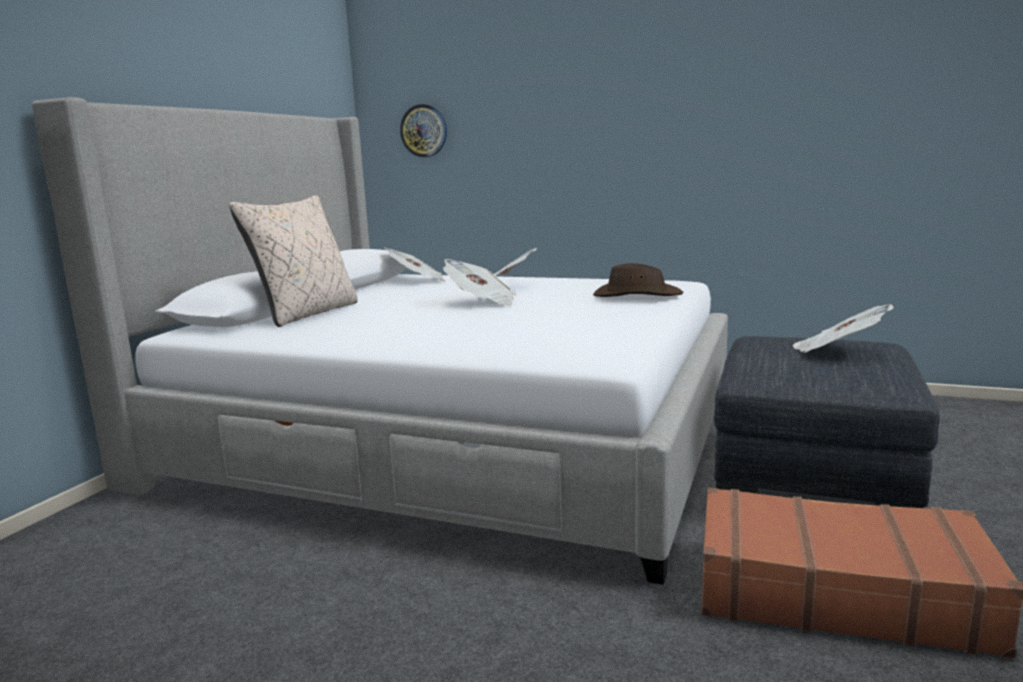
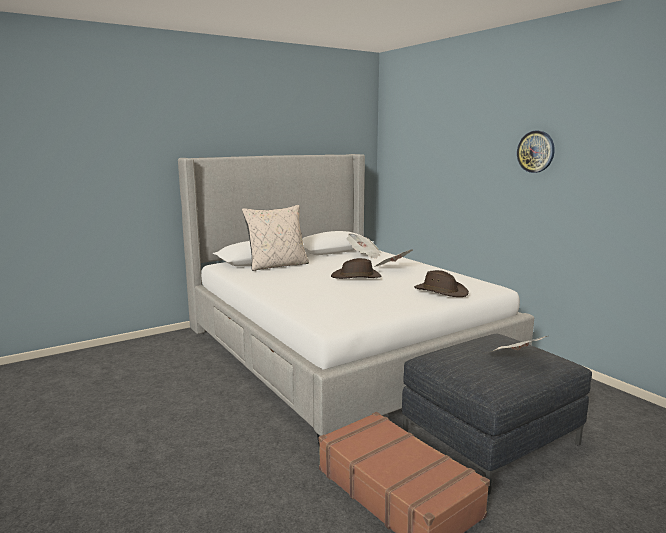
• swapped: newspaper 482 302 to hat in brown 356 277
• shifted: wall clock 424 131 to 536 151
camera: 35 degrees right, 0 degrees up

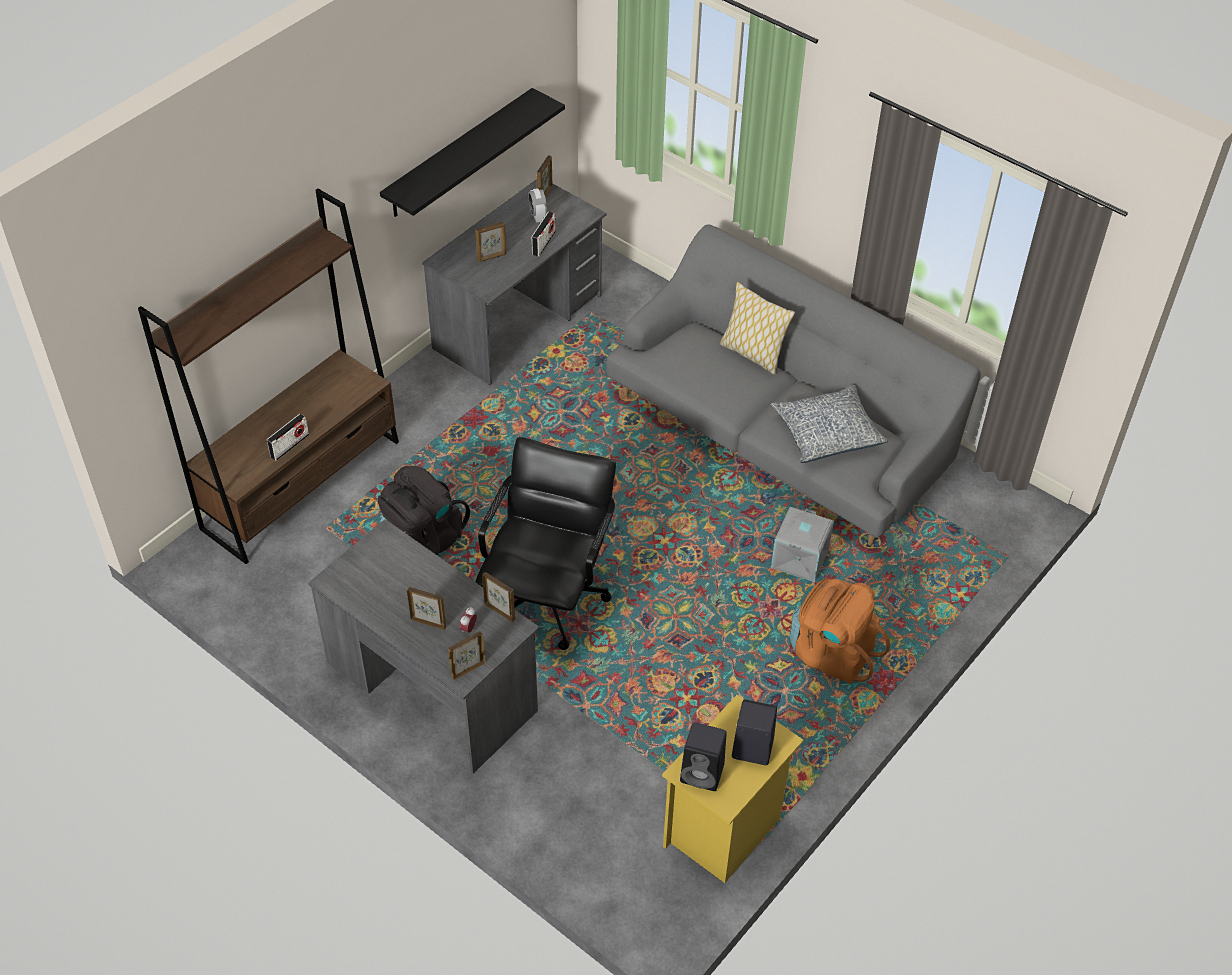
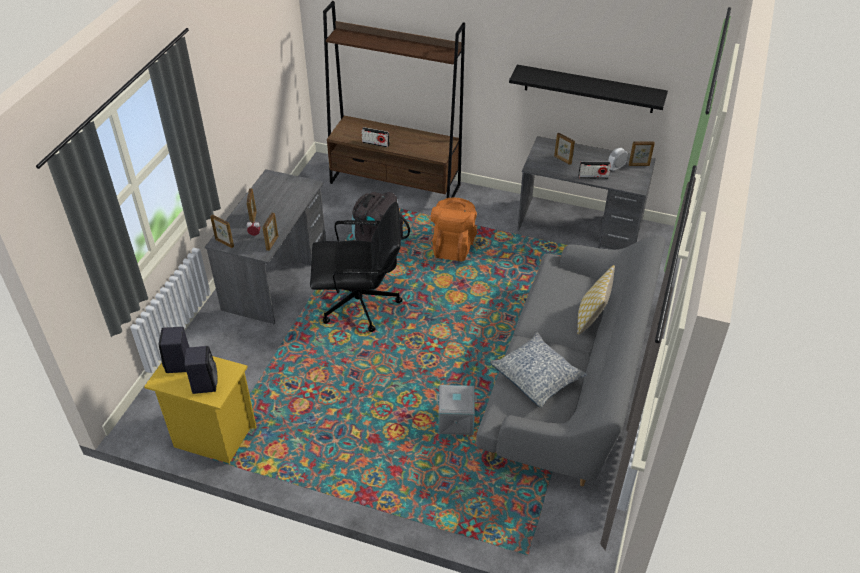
• shifted: backpack in orange 831 653 to 453 246
camera: 70 degrees right, 5 degrees down

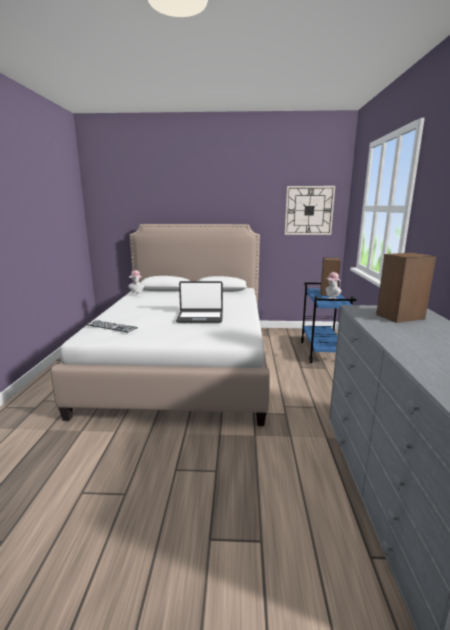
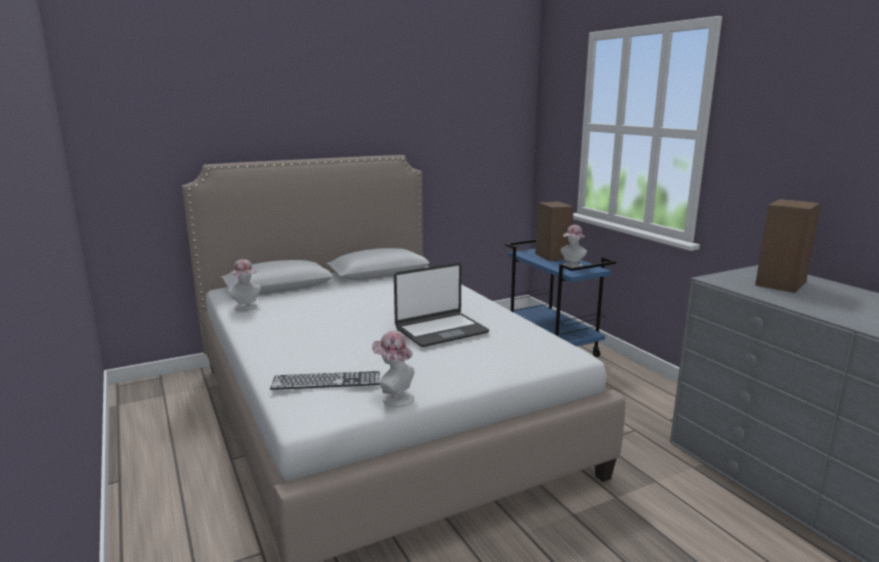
• new: hat 394 398
• gone: wall clock 309 210
camera: 30 degrees left, 0 degrees up

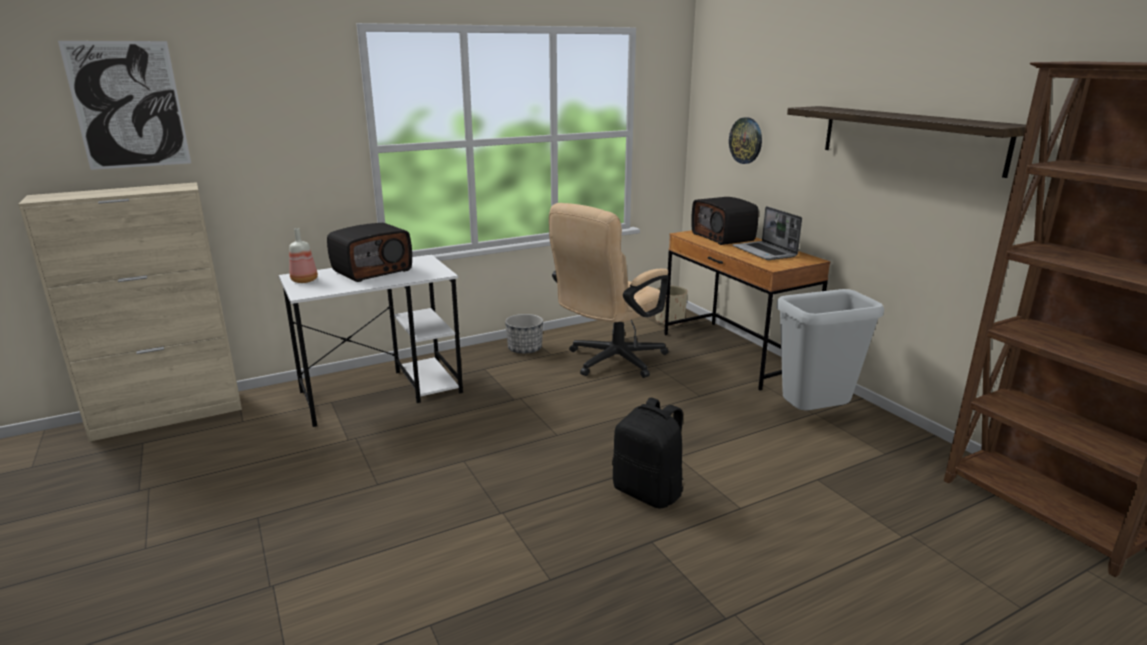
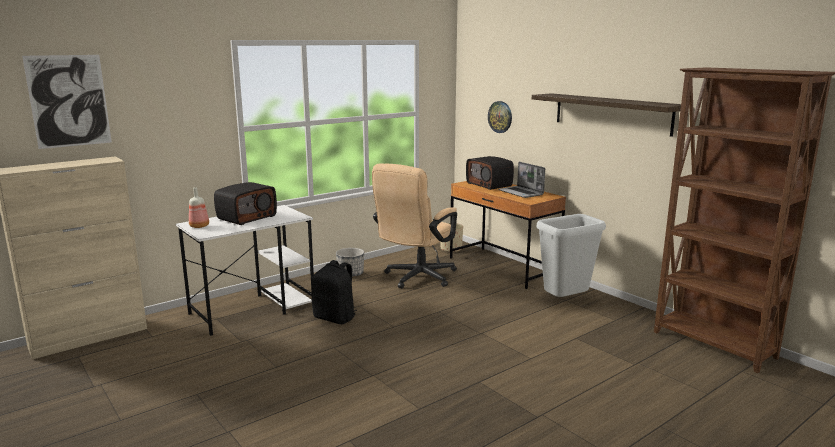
• shifted: backpack in black 649 492 to 335 318
camera: 10 degrees left, 5 degrees down

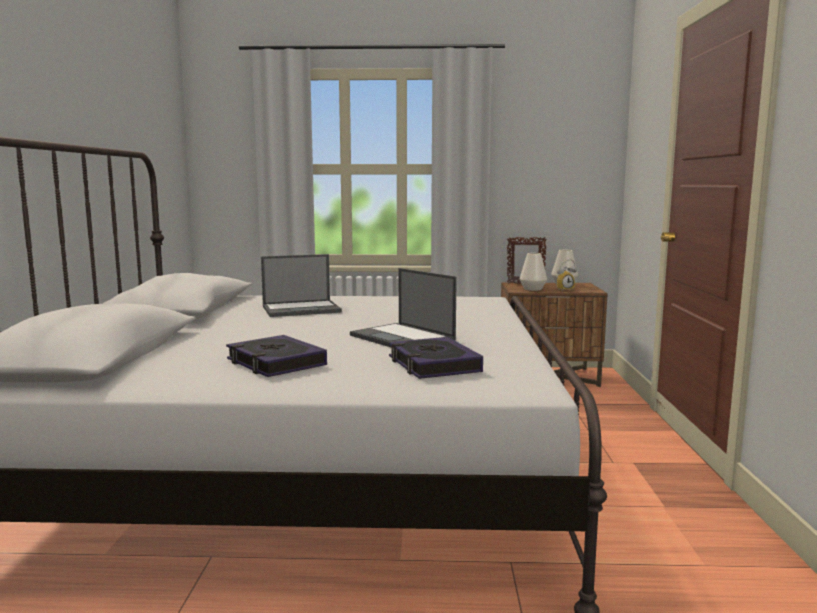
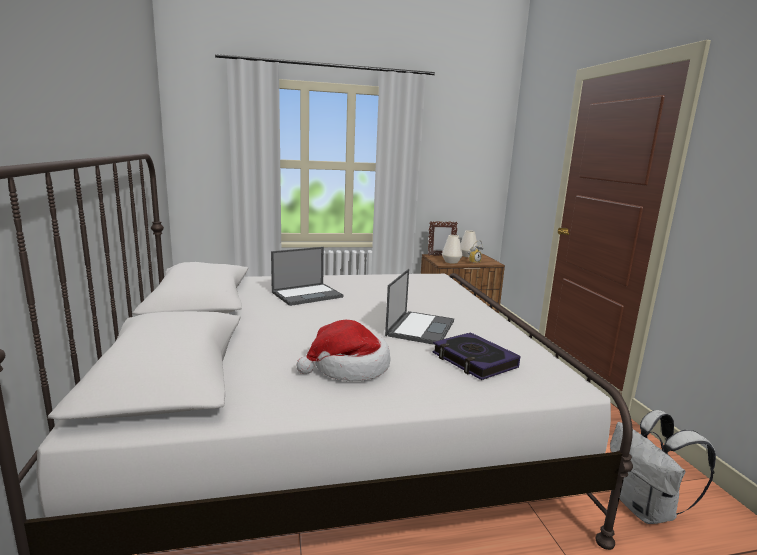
• swapped: book 275 363 to hat 349 367
• rotated: laptop 403 338 = 420 328 105 degrees counterclockwise
• new: backpack in white 646 509
camera: 15 degrees left, 5 degrees up

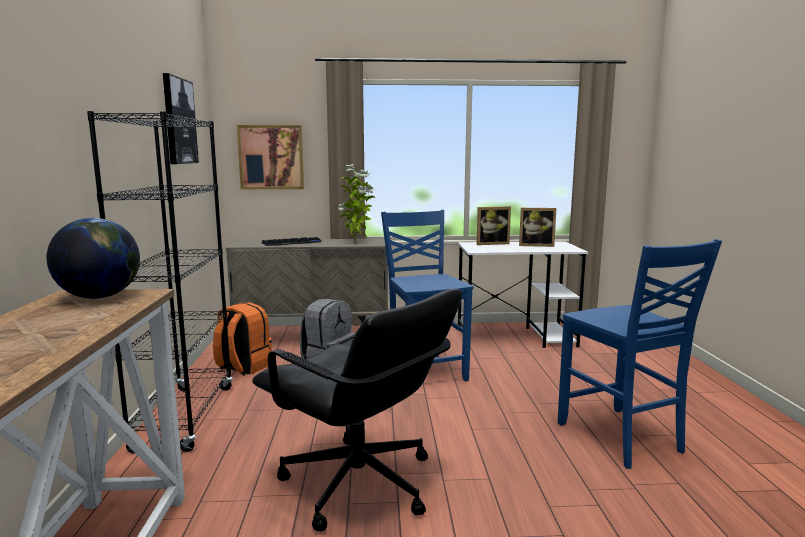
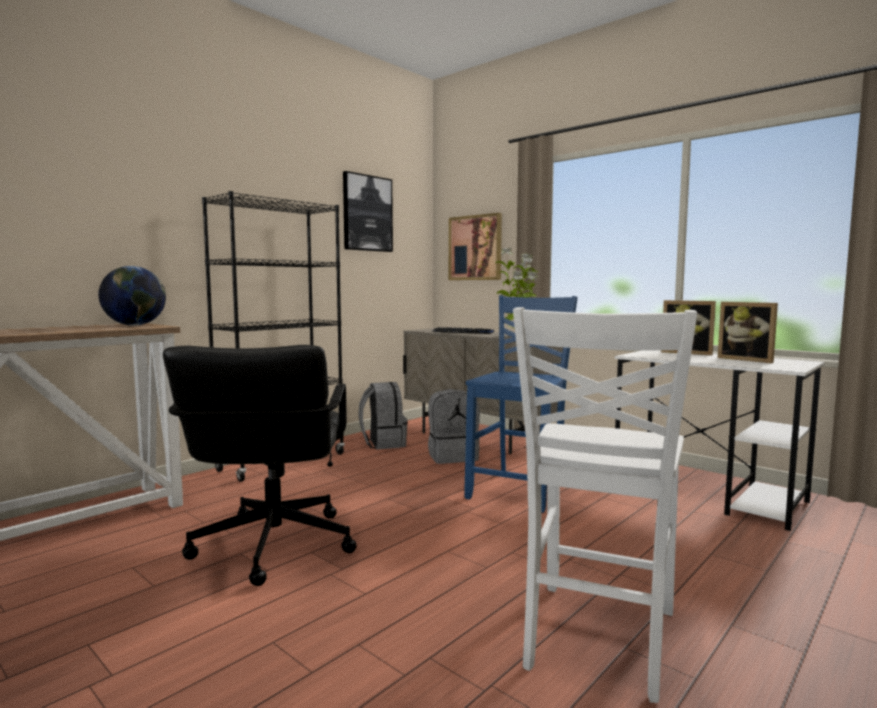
• repainted: backpack in orange 243 367 to backpack in grey 383 443
• repainted: chair in blue 621 438 to chair in white 597 639
camera: 45 degrees right, 5 degrees down

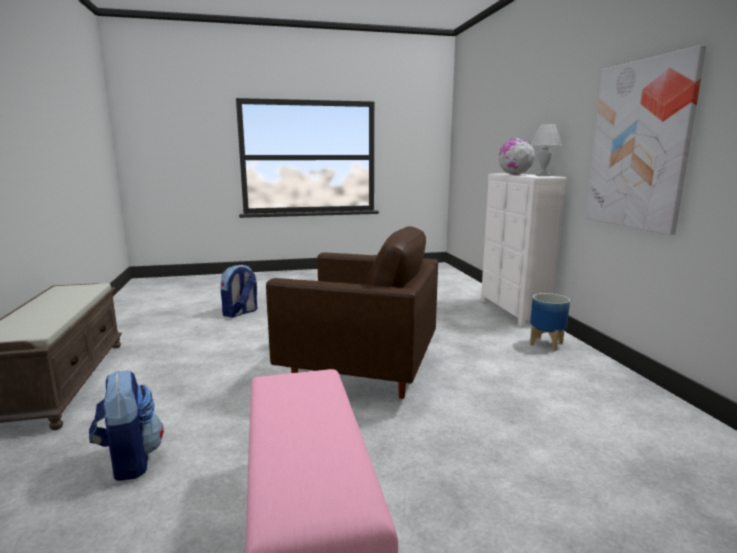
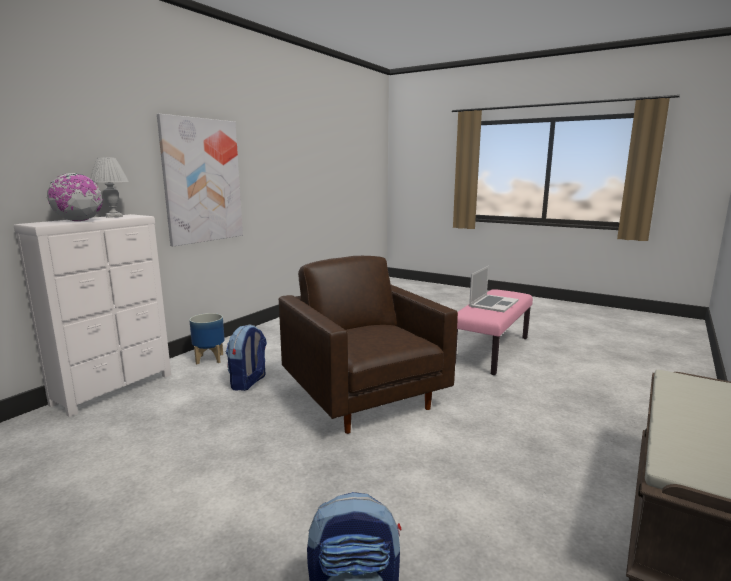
• shifted: backpack 130 460 to 248 382
• new: laptop 493 303
camera: 135 degrees left, 0 degrees up

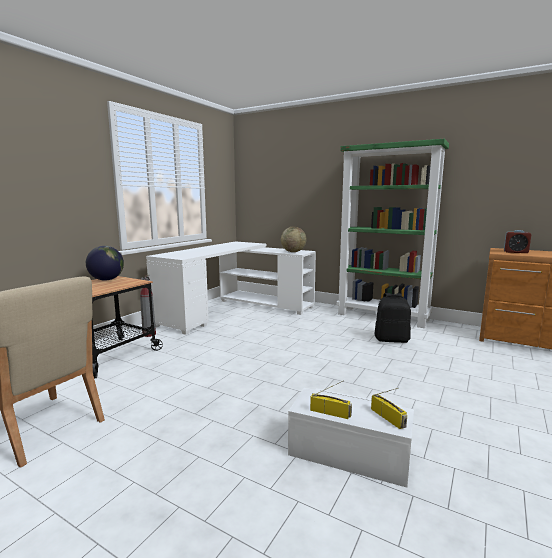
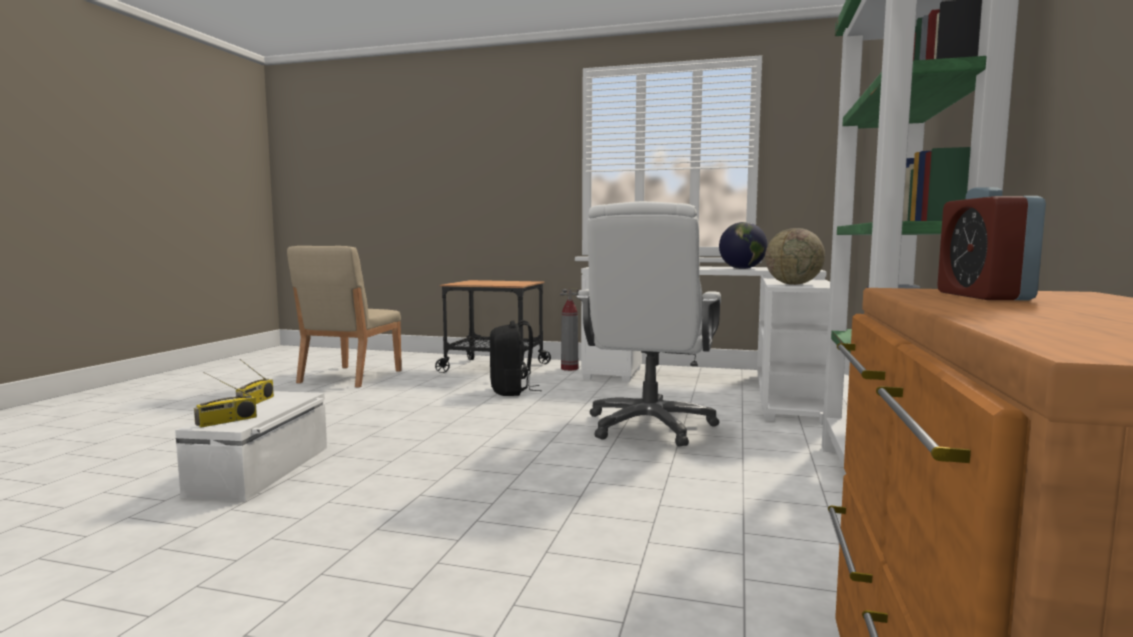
• shifted: backpack in black 392 339 to 512 391
• new: office chair in white 649 426
• shifted: globe 106 280 to 742 269
camera: 75 degrees right, 5 degrees down

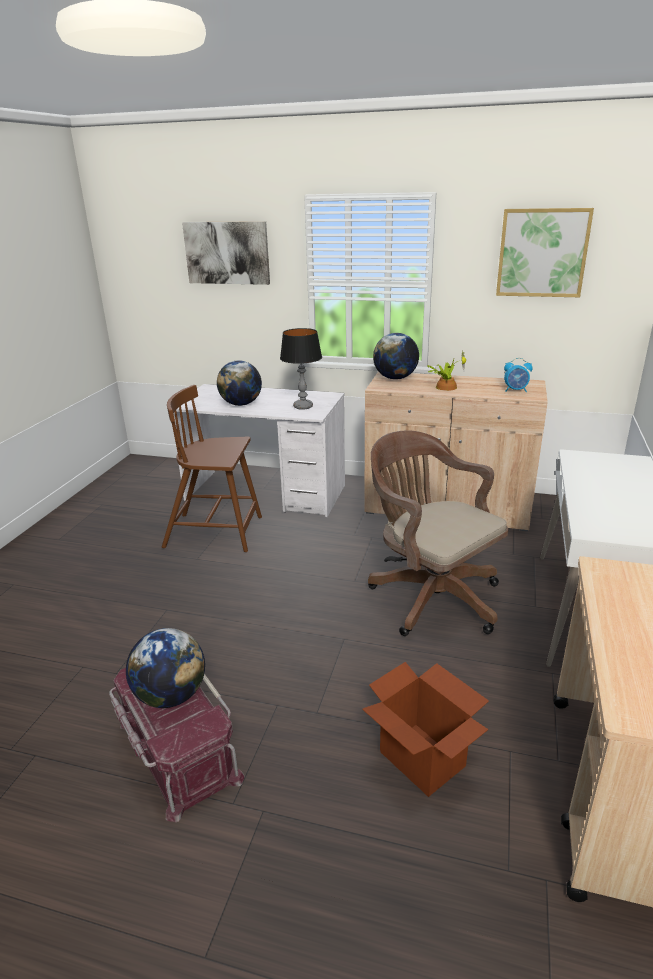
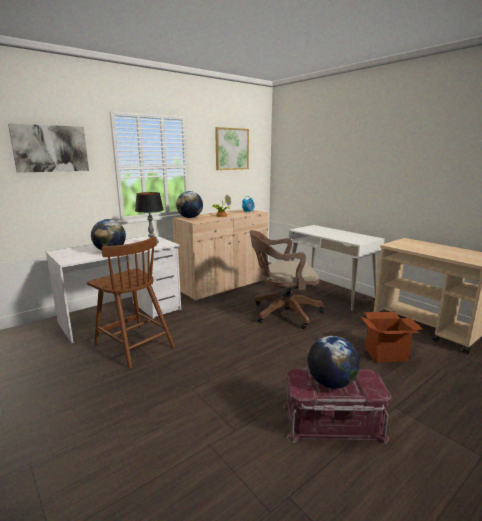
• rotated: chair in brown 216 532 = 133 345 90 degrees counterclockwise
camera: 55 degrees left, 10 degrees down

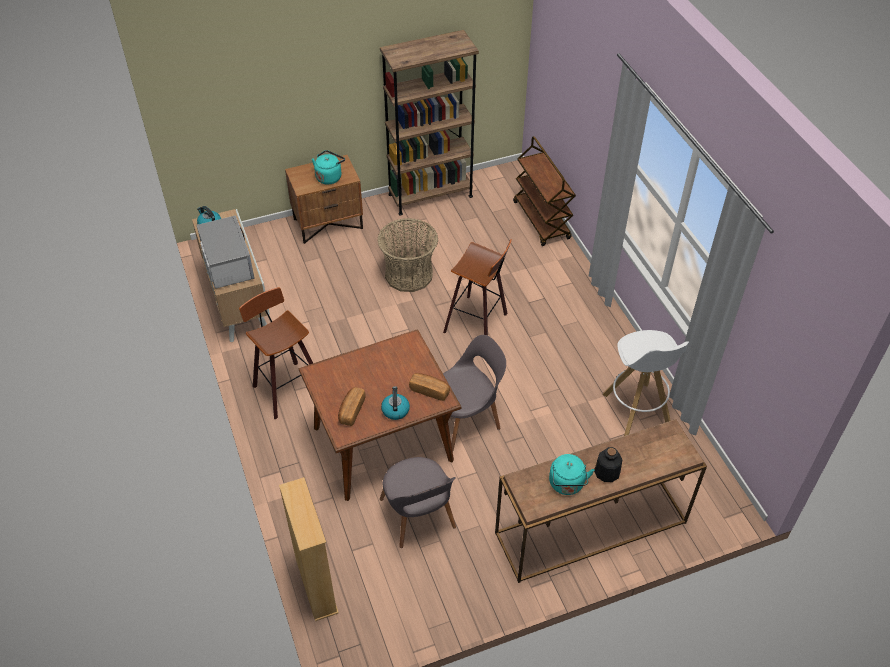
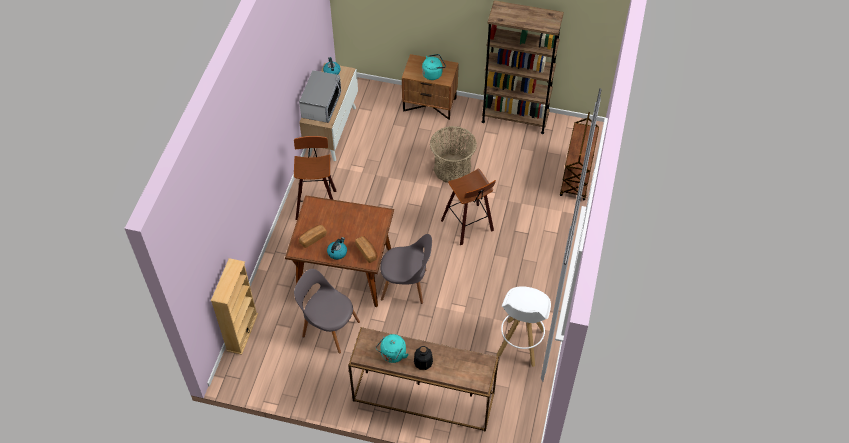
• rotated: chair in grey 418 516 = 329 327 105 degrees clockwise
camera: 35 degrees right, 5 degrees up

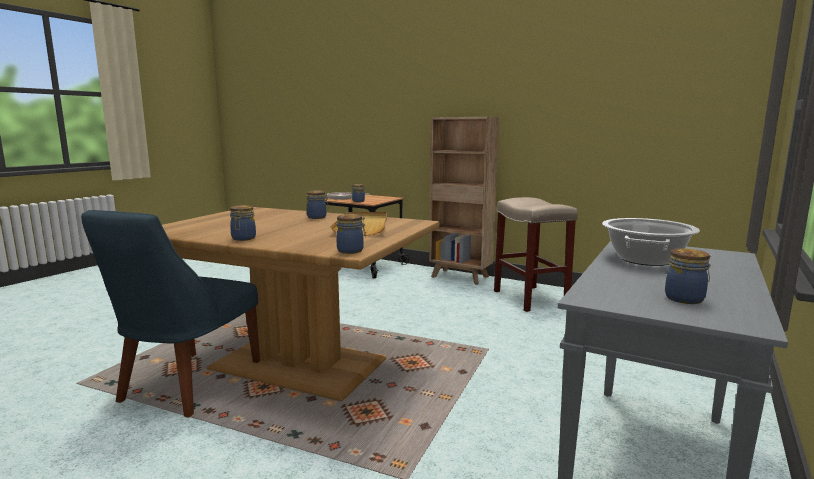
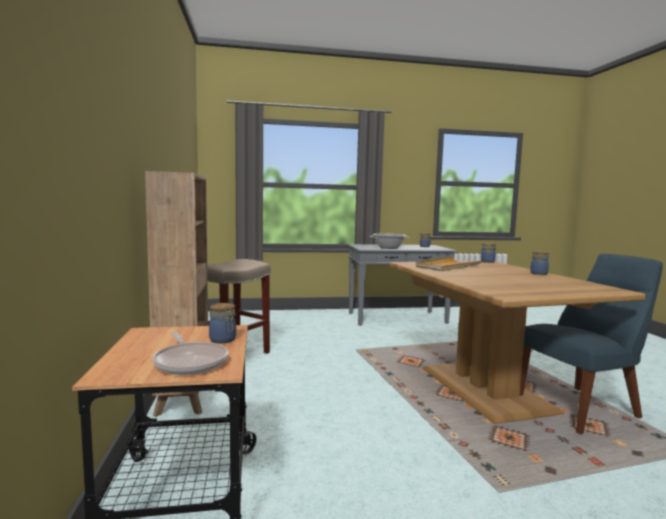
• gone: jar 317 217
camera: 130 degrees left, 5 degrees down

